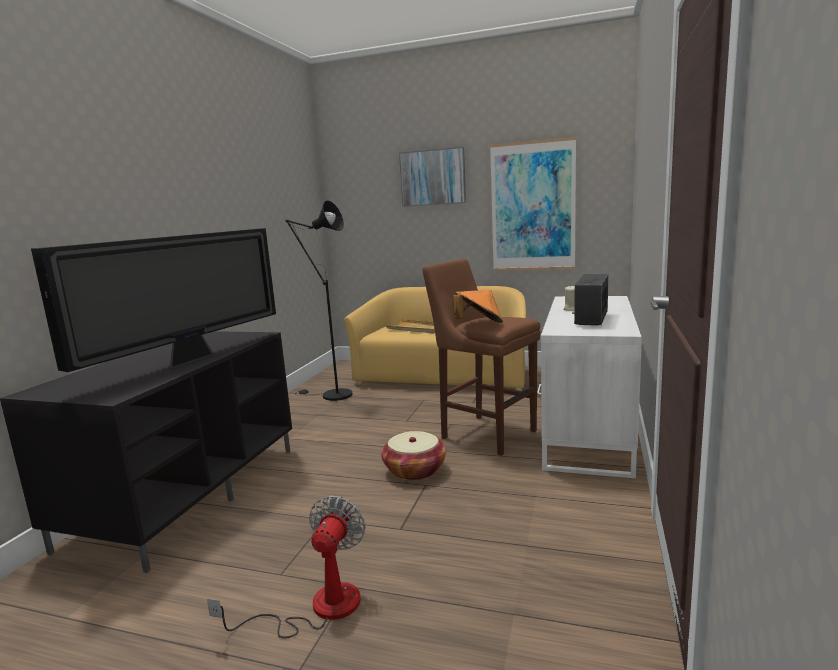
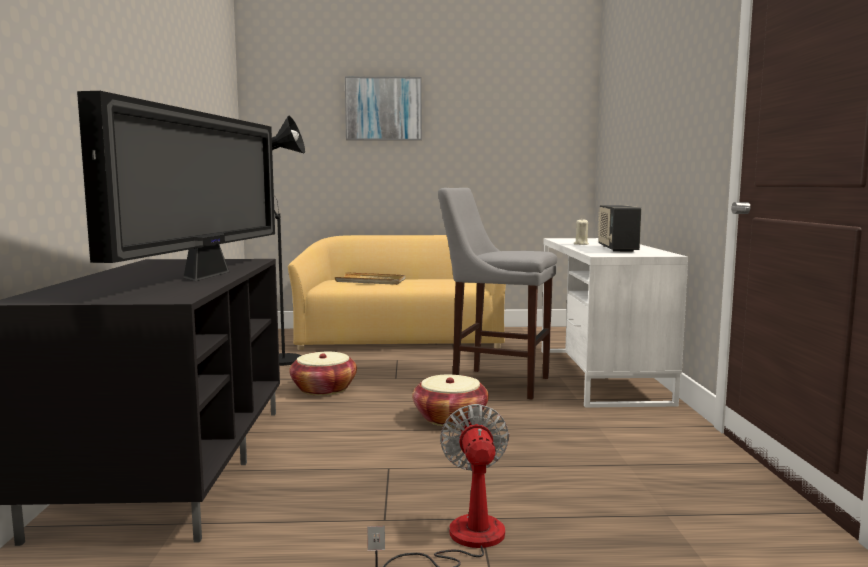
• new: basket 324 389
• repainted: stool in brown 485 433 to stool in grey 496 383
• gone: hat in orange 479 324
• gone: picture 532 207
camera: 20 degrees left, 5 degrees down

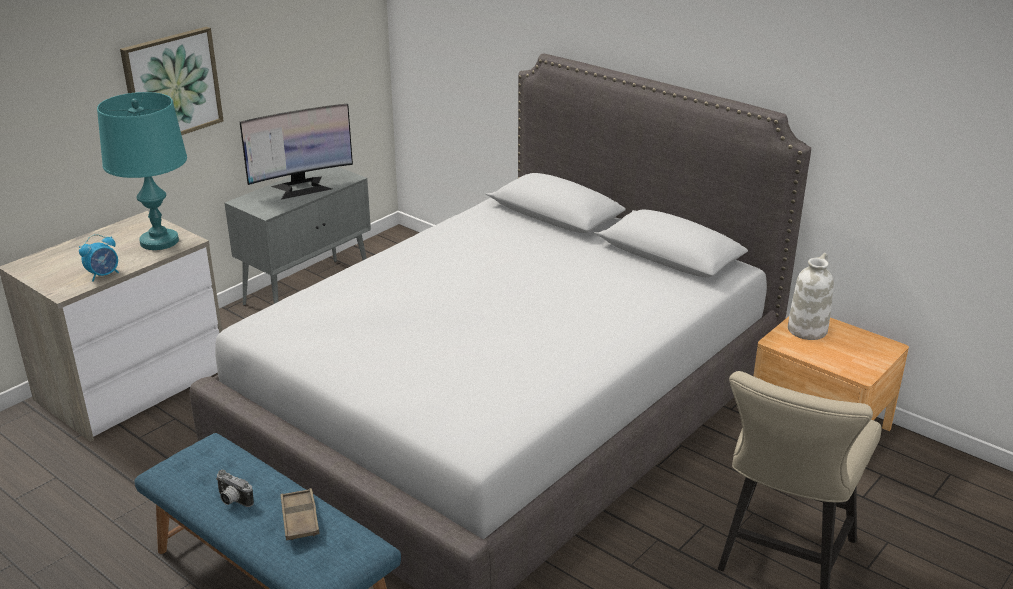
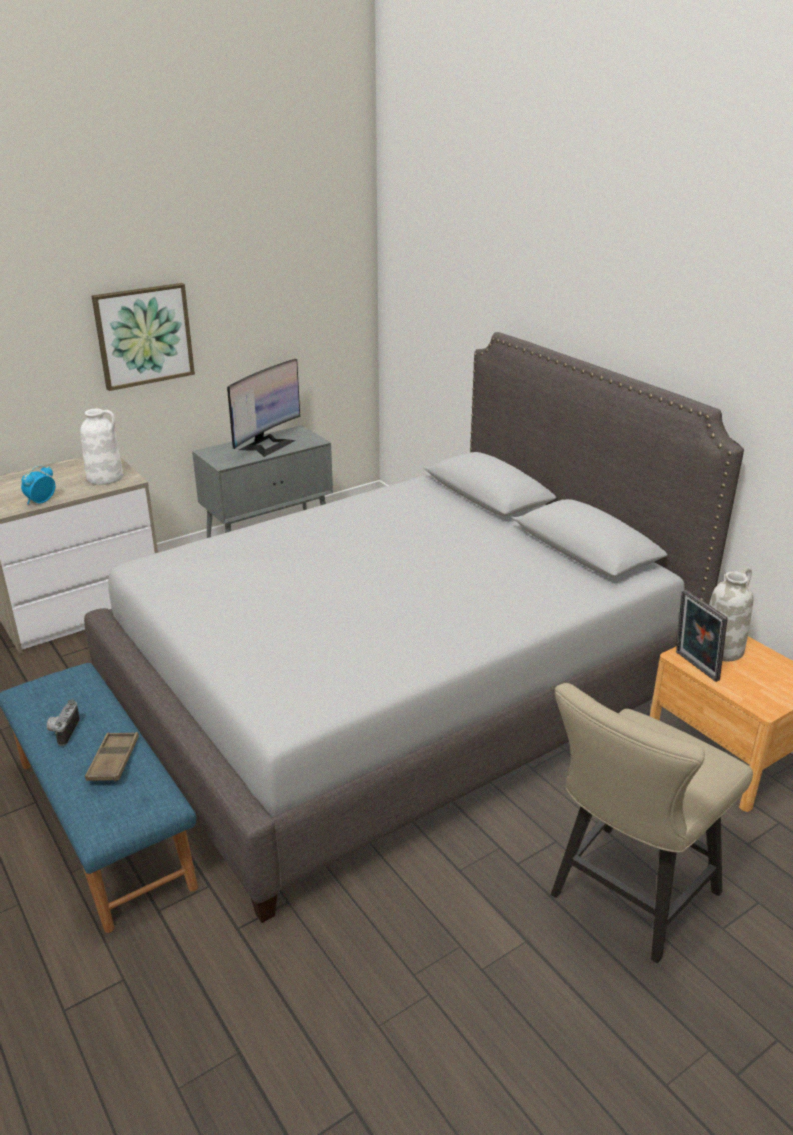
• rotated: alarm clock 104 275 = 40 501 150 degrees clockwise
• rotated: photo camera 232 501 = 63 731 45 degrees clockwise
• swapped: table lamp in turquoise 159 241 to vase in white 106 477
• rotated: monitor 302 187 = 267 445 45 degrees counterclockwise
• new: picture frame 694 667
camera: 15 degrees right, 0 degrees up

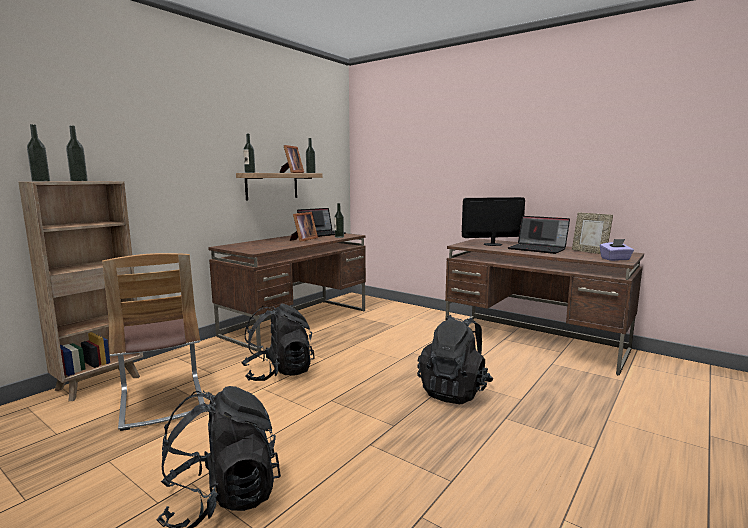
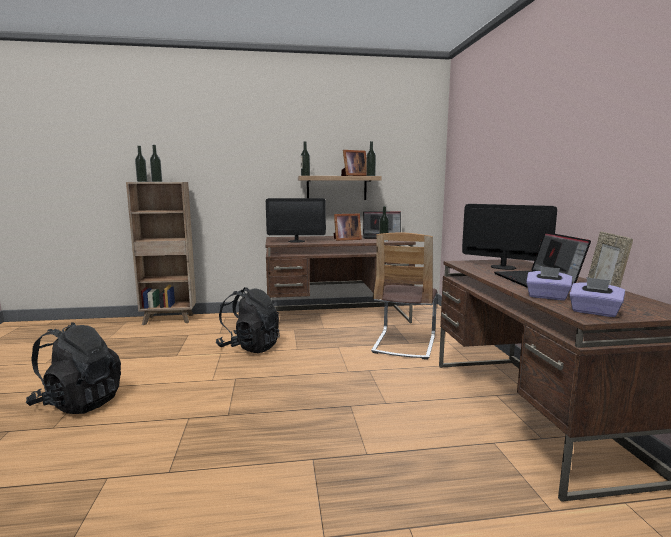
• new: monitor 296 241
• shifted: chair 162 401 to 404 344
• new: tissue box in purple 547 297
• gone: backpack in black 454 391
camera: 45 degrees right, 0 degrees up

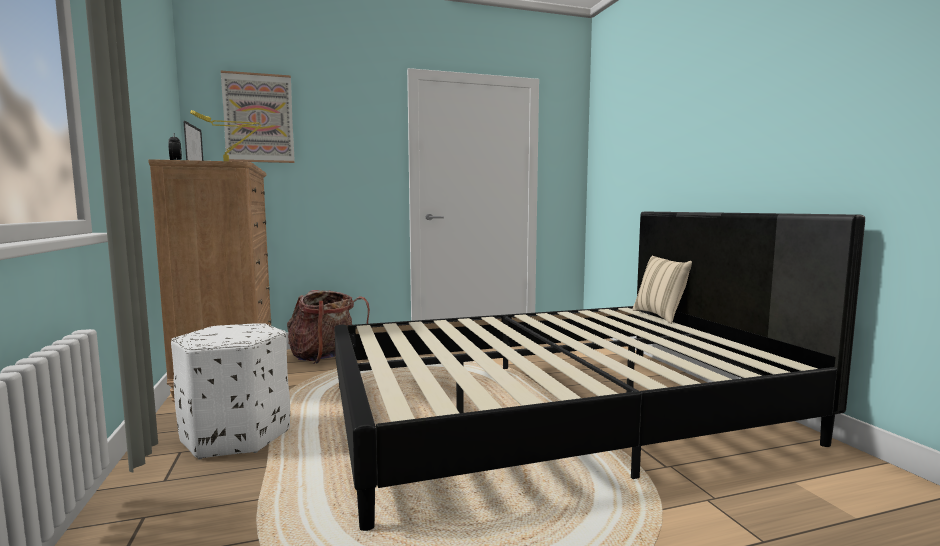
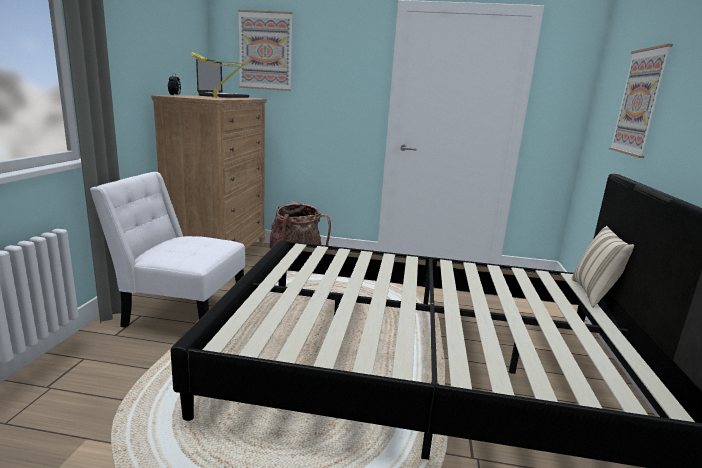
• swapped: ottoman in white 236 435 to chair in white 180 312
• new: picture 639 102
camera: 25 degrees right, 10 degrees up

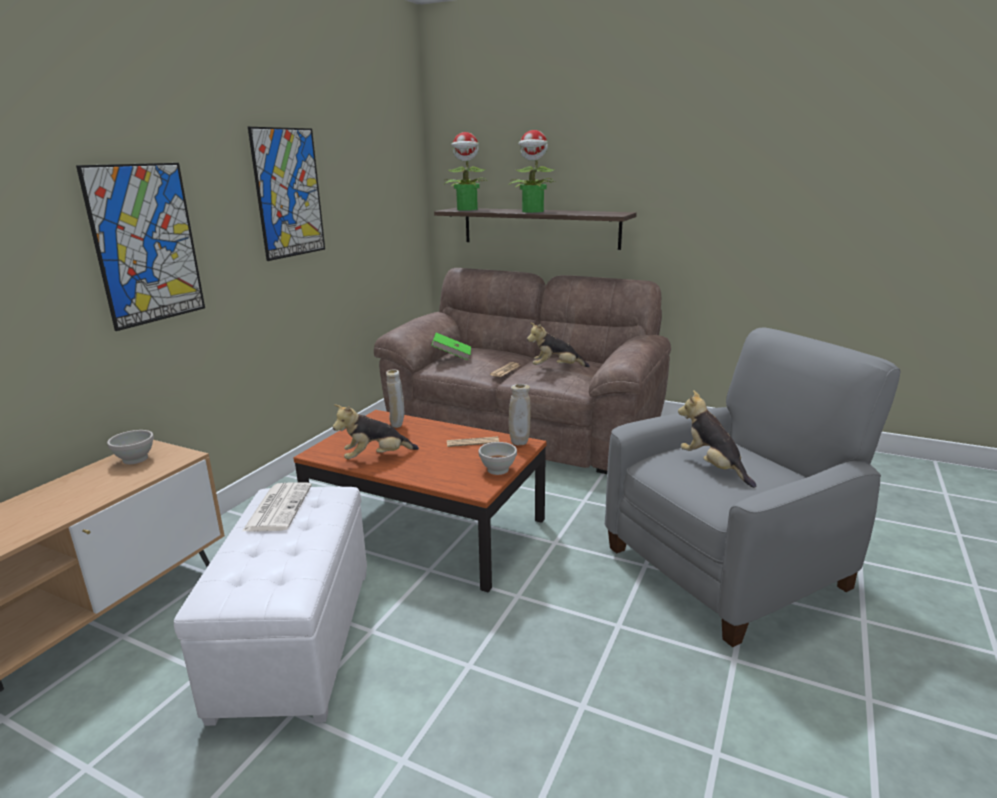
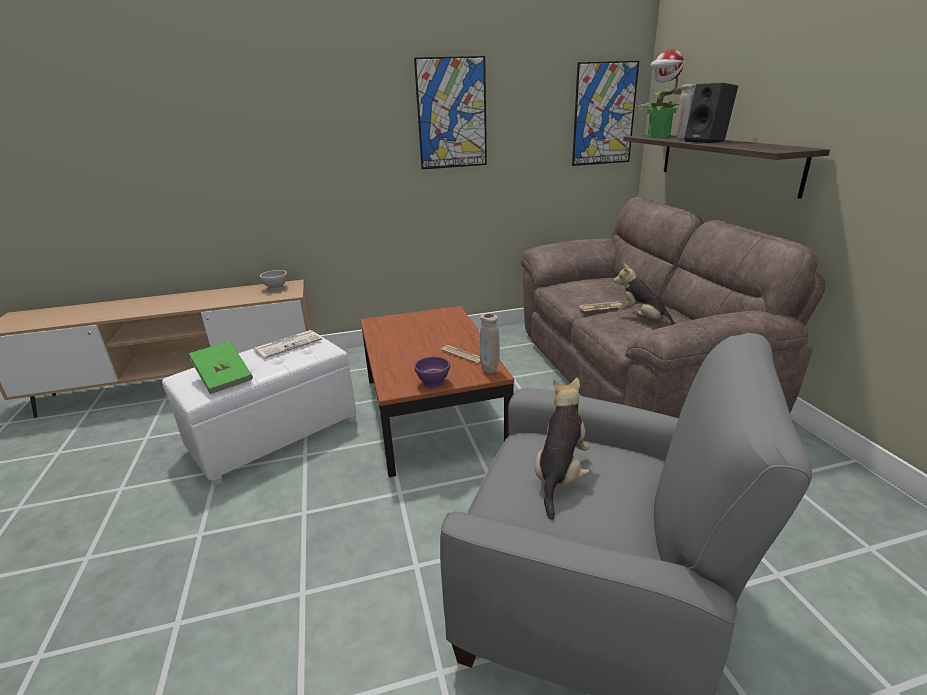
• shifted: book in green 452 356 to 224 379
• repainted: bowl in white 498 470 to bowl in purple 433 383
• shifted: picture 146 244 to 604 114
• shifted: vase in beige 397 426 to 682 139
• swapped: potted plant 533 211 to speaker in black 707 141
• gone: plush toy 376 458
camera: 50 degrees right, 5 degrees up

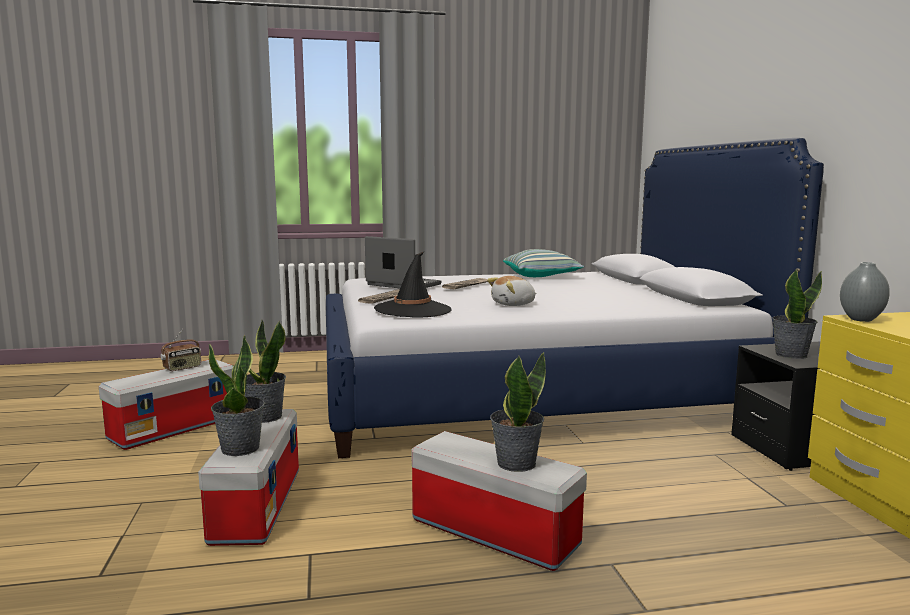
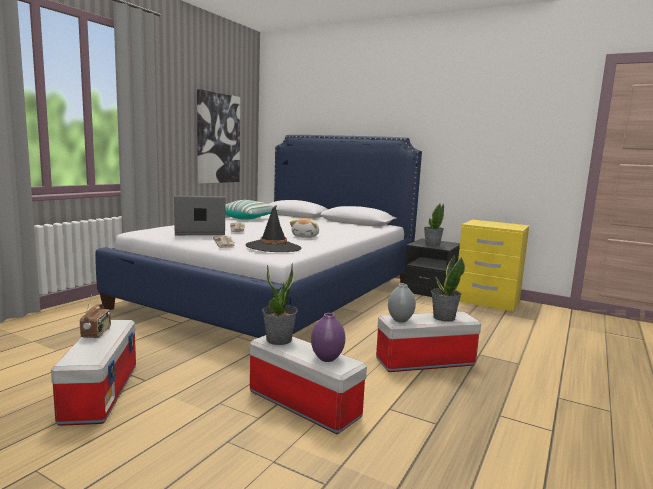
• new: picture 218 138
• swapped: potted plant 241 448 to vase in purple 327 359
• shifted: vase in grey 861 319 to 400 320
camera: 50 degrees left, 0 degrees up

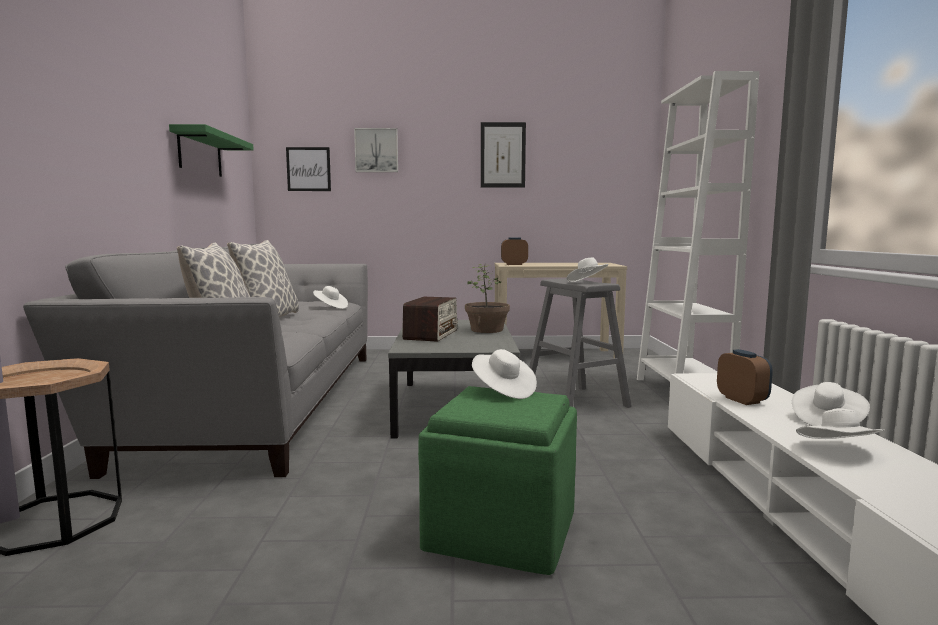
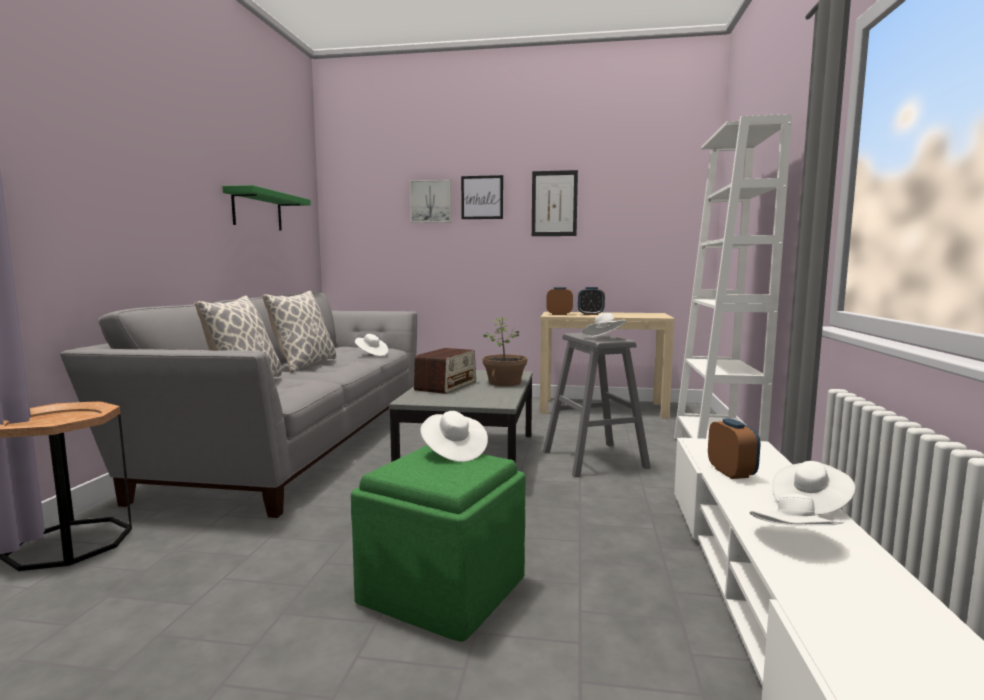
• shifted: picture 308 169 to 482 197
• new: alarm clock 591 314
camera: 10 degrees right, 0 degrees up

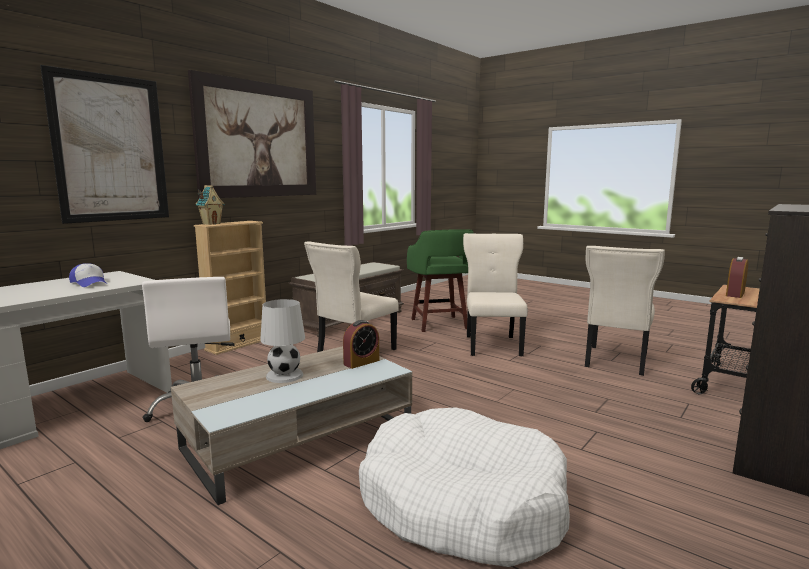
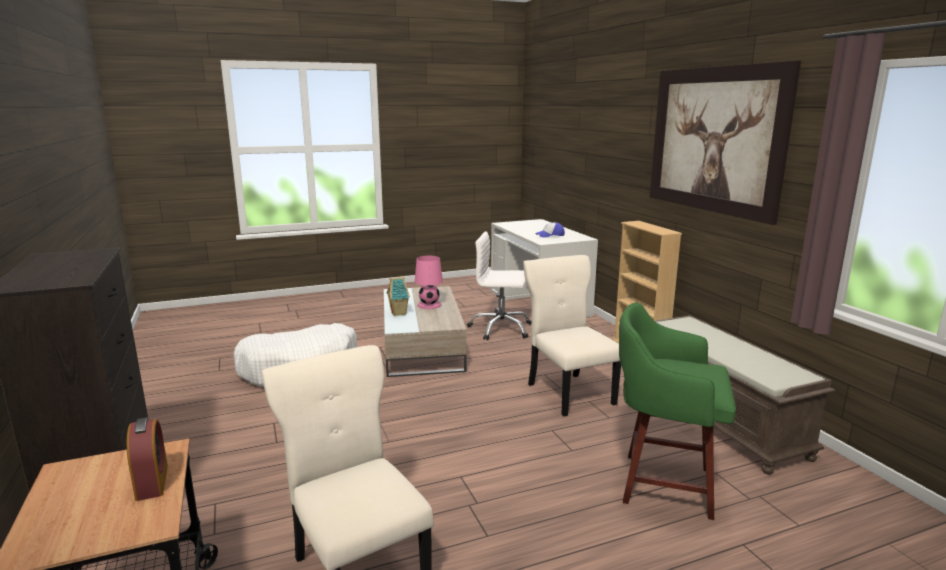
• shifted: toy house 211 224 to 399 313
• repainted: table lamp in white 285 375 to table lamp in pink 429 305
• gone: picture 111 149
• gone: alarm clock 361 362
• gone: chair in beige 493 345
camera: 120 degrees right, 5 degrees up

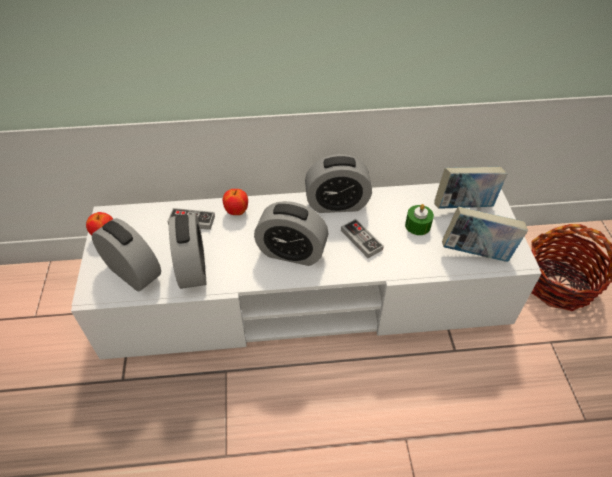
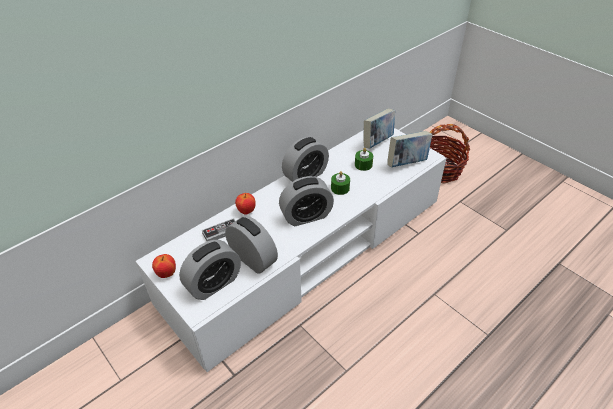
• rotated: alarm clock 133 272 = 214 283 135 degrees clockwise
• swapped: game controller 361 240 to candle in green 340 188
camera: 35 degrees left, 5 degrees down

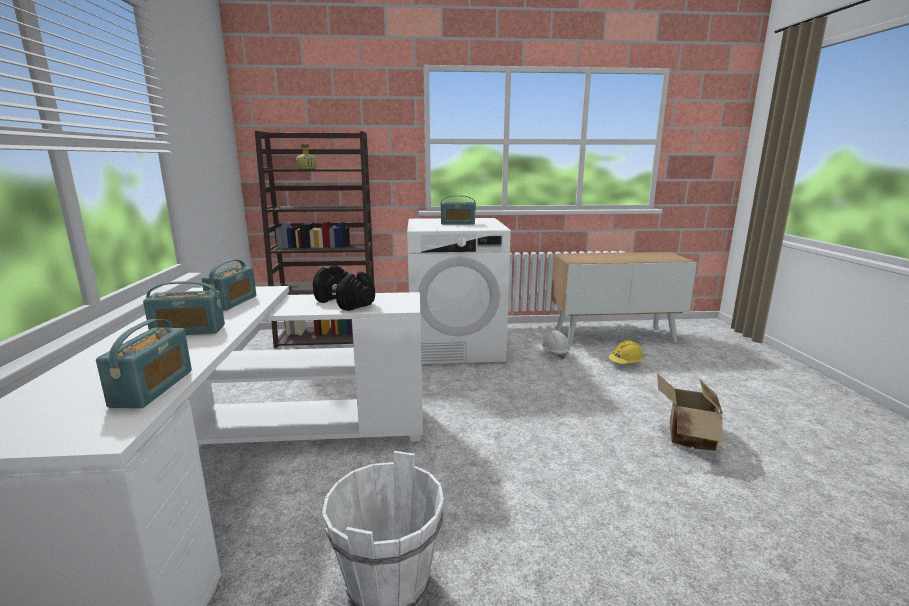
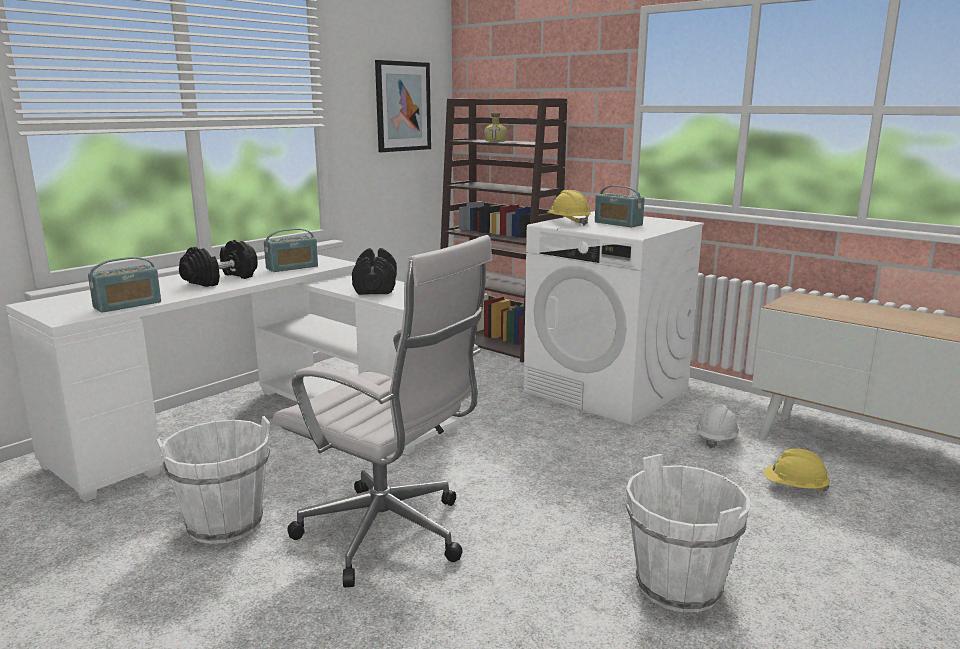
• swapped: radio 188 331 to dumbbell in black 221 280
• new: office chair in white 390 536
• new: picture 403 106
• new: hard hat in yellow 568 223
• swapped: cardboard box 686 438 to bucket in white 678 586
camera: 45 degrees right, 0 degrees up

